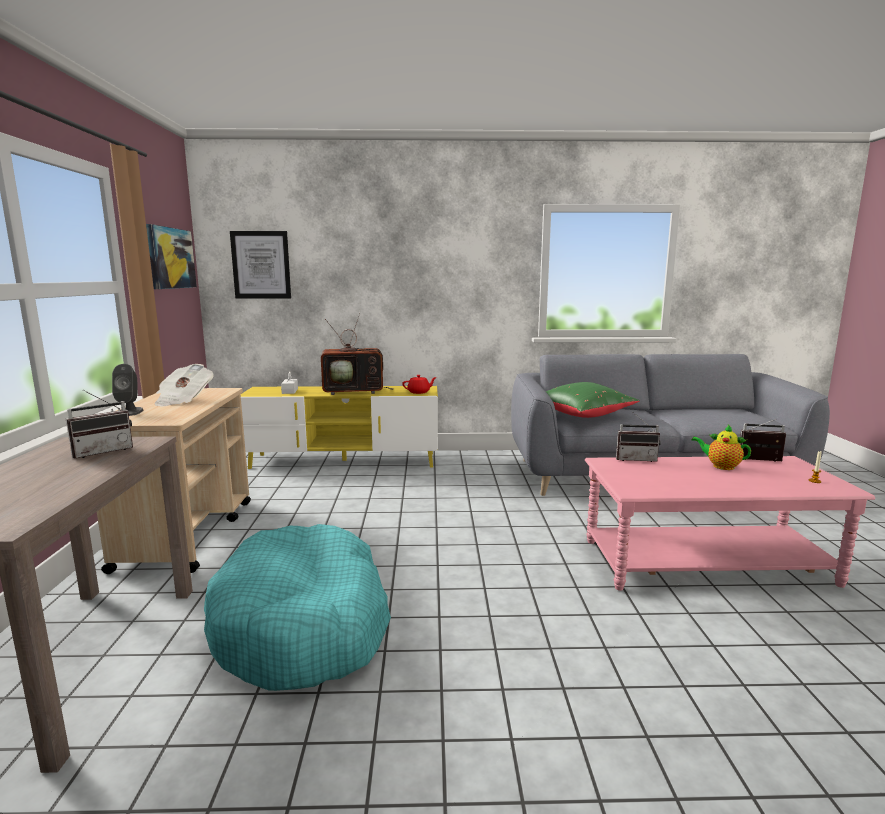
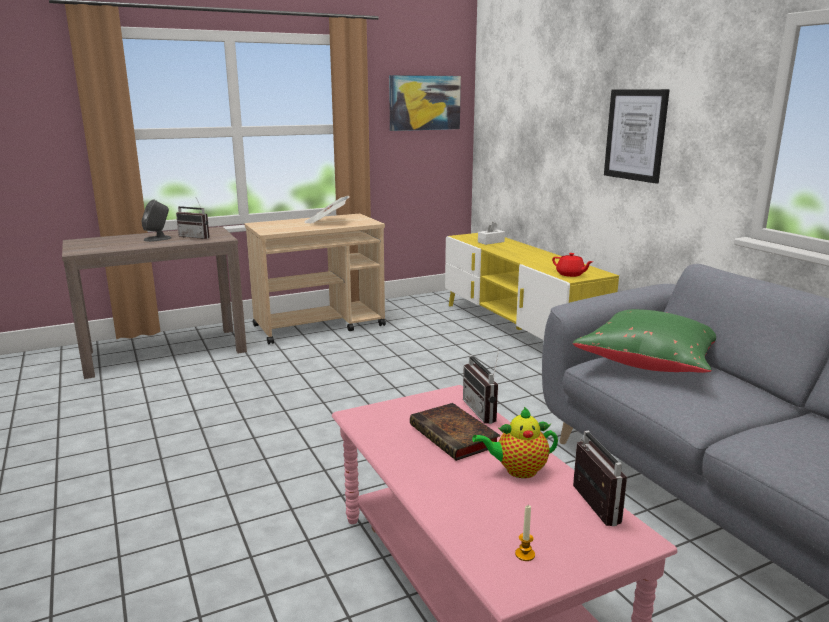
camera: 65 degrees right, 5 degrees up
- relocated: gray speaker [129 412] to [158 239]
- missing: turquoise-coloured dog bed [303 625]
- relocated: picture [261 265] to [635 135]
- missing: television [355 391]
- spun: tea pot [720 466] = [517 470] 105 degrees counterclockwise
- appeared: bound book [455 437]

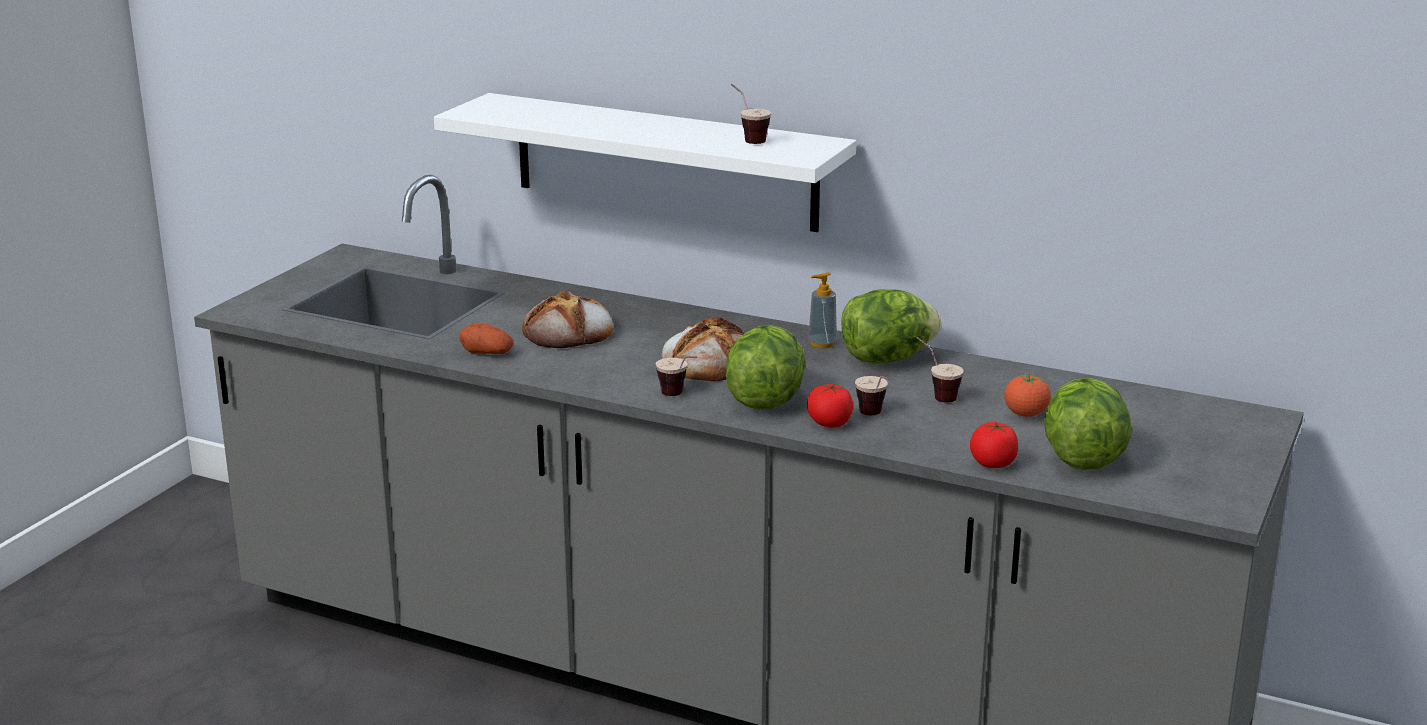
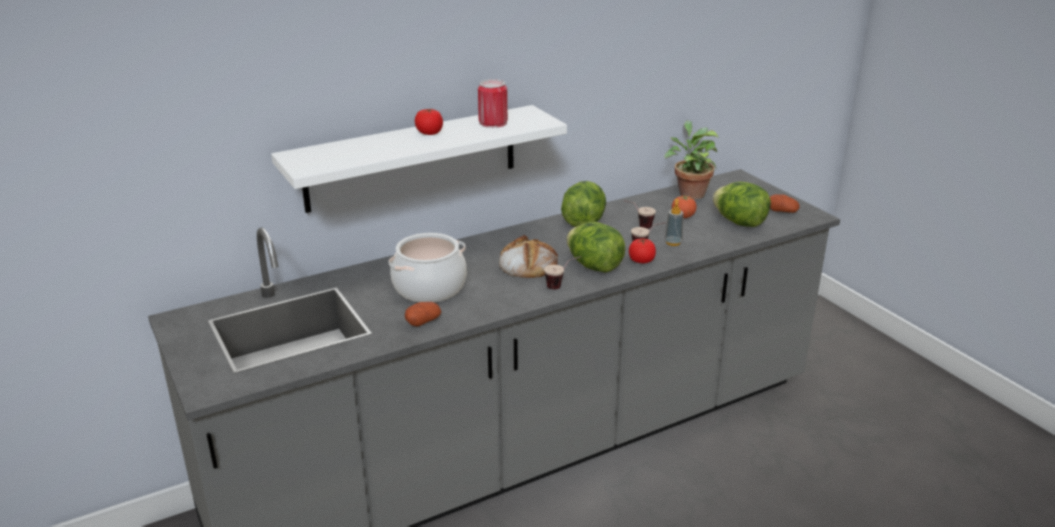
camera: 55 degrees left, 5 degrees up
- exchanged: bread [569 332] to stockpot [429 287]
- exchanged: drinking cup [747 139] to can [493 123]
- relocated: liquid soap bottle [822 344] to [673 242]
- relocated: tomato [993 463] to [429 133]
- appeared: potted plant [689 193]
- appeared: spud [782 211]

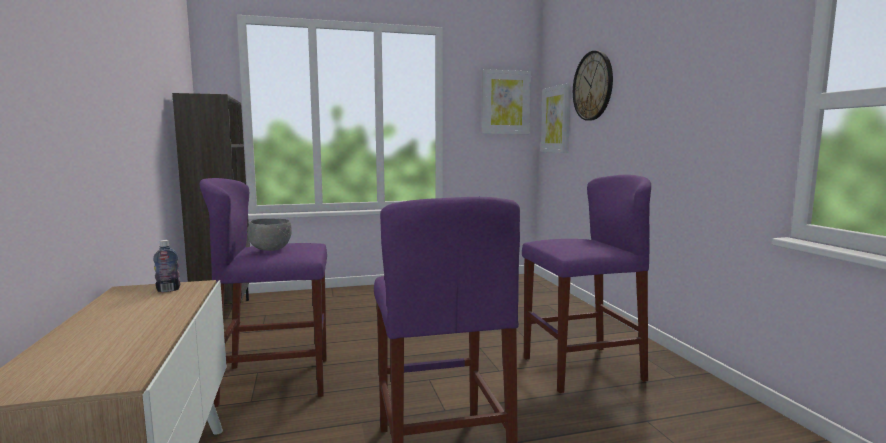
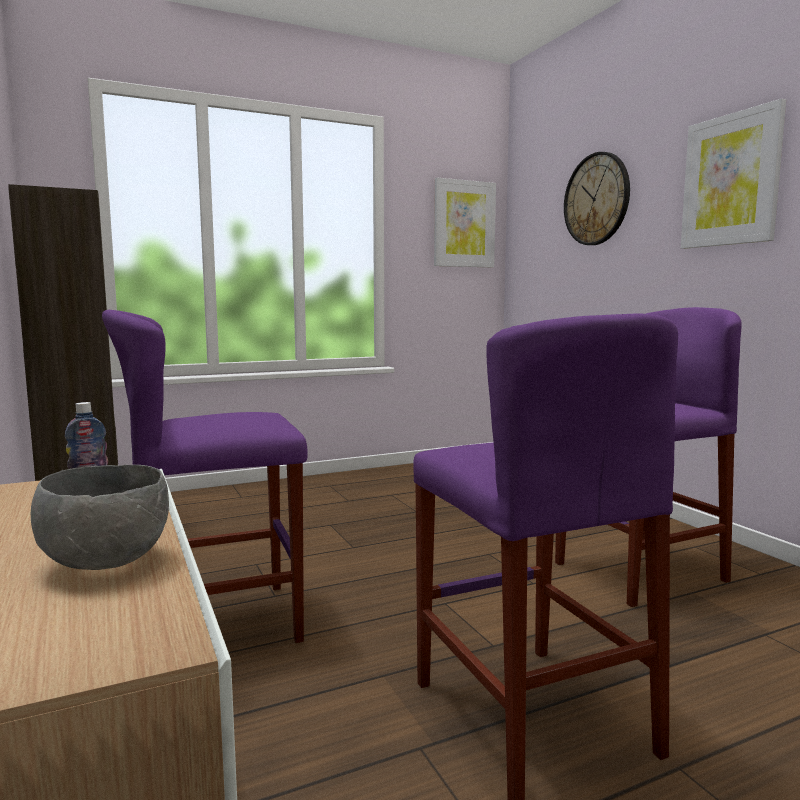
camera: 10 degrees left, 0 degrees up
- relocated: gray serving bowl [271 250] to [108 561]
- relocated: picture [556 119] to [731 180]

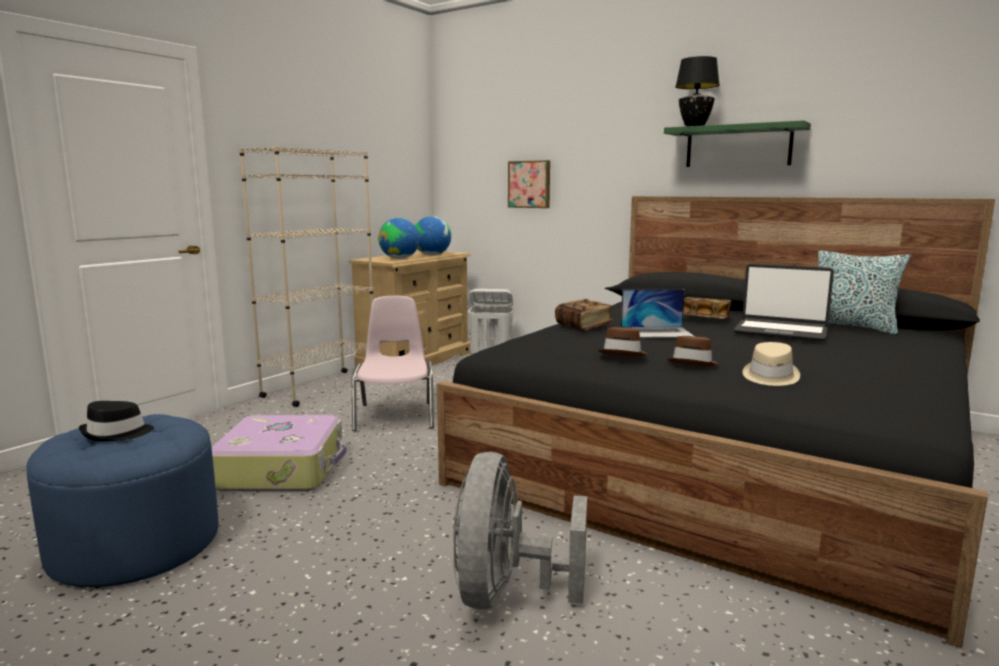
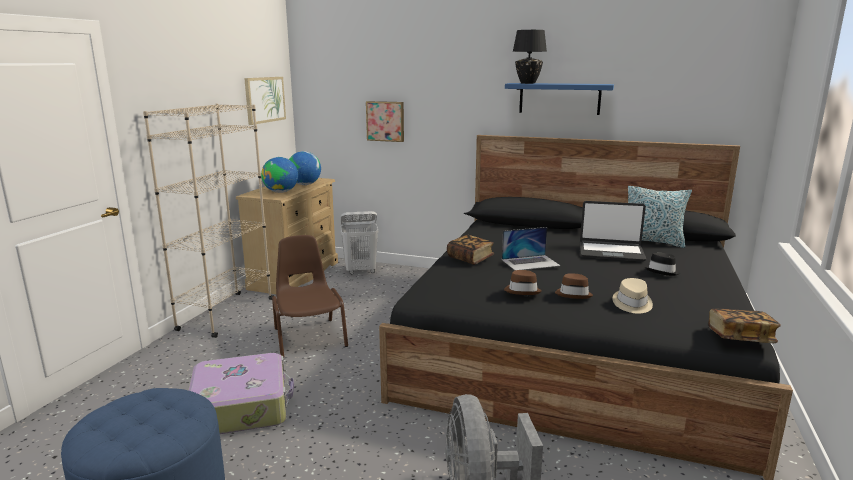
camera: 15 degrees left, 5 degrees up
- relocated: black-coloured clothing hat [117 433] to [662 271]
- colour: pinkish upright chair [395 415] to brownish upright chair [309 337]
- colour: green-coloured bracket shelf [738 146] to bluish bracket shelf [559 98]
- relocated: bound book [705 320] to [740 337]
- appeared: picture [264 99]

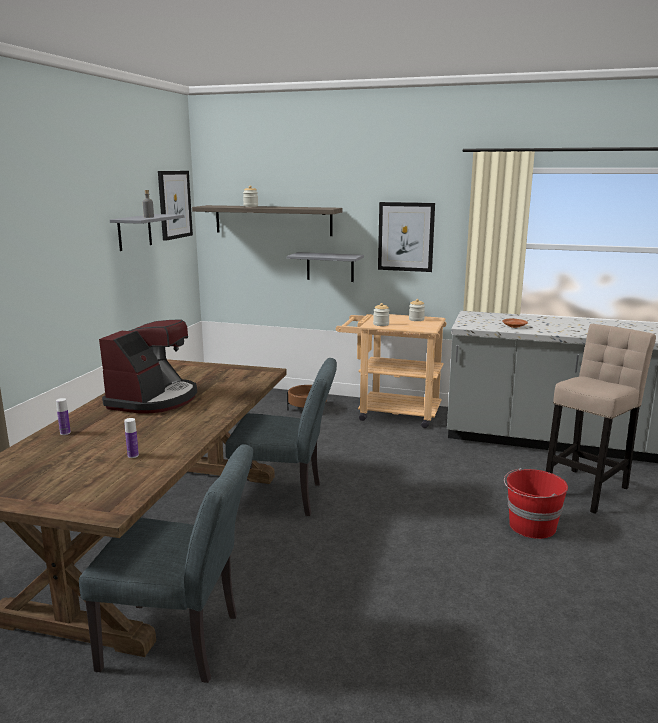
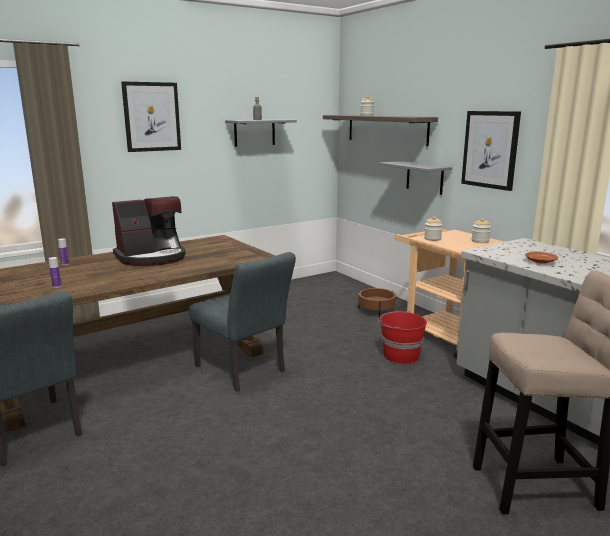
camera: 40 degrees right, 0 degrees up
- relocated: picture [174 204] to [152 117]
- relocated: red-coloured water bucket [531 526] to [400 355]

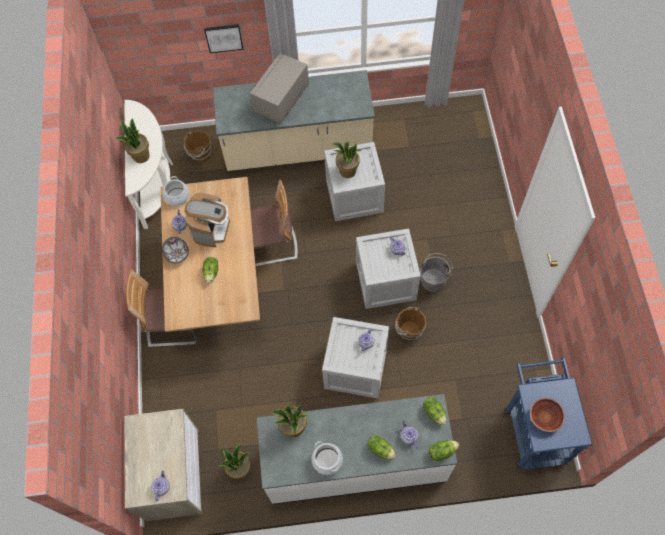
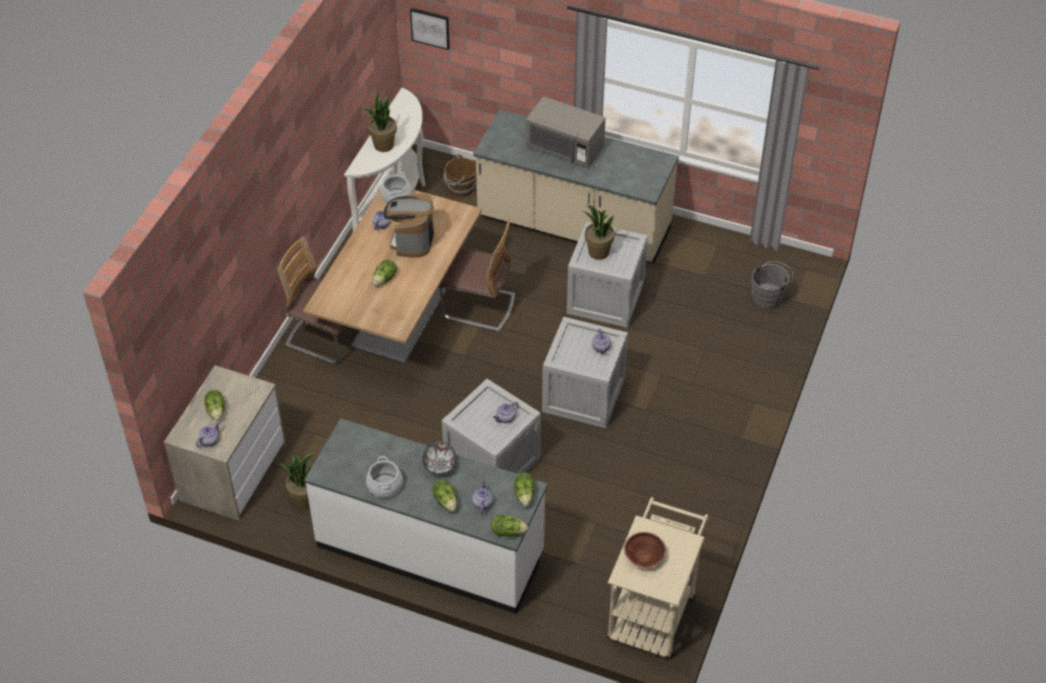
camera: 25 degrees right, 15 degrees down
- relocated: serving bowl [177 254] to [440 465]
- spun: coffee maker [211 229] = [411 240] 150 degrees clockwise
- relocated: picture [224 37] to [430 27]
- spun: gray microwave [281 99] = [565 148] 120 degrees counterclockwise
- missing: potted plant [293 428]
- missing: brownish water bucket [409 330]
- relocated: gray water bucket [433 280] to [769 297]
- colour: bluish cart [534 428] to beige-coloured cart [654 610]
- appeared: lettuce [216 411]

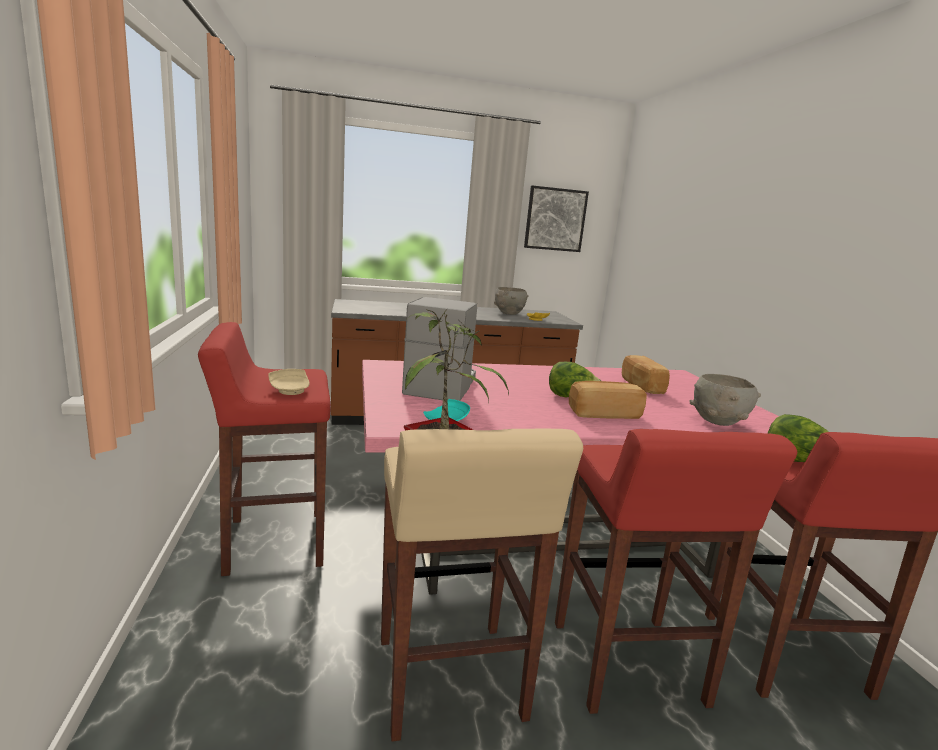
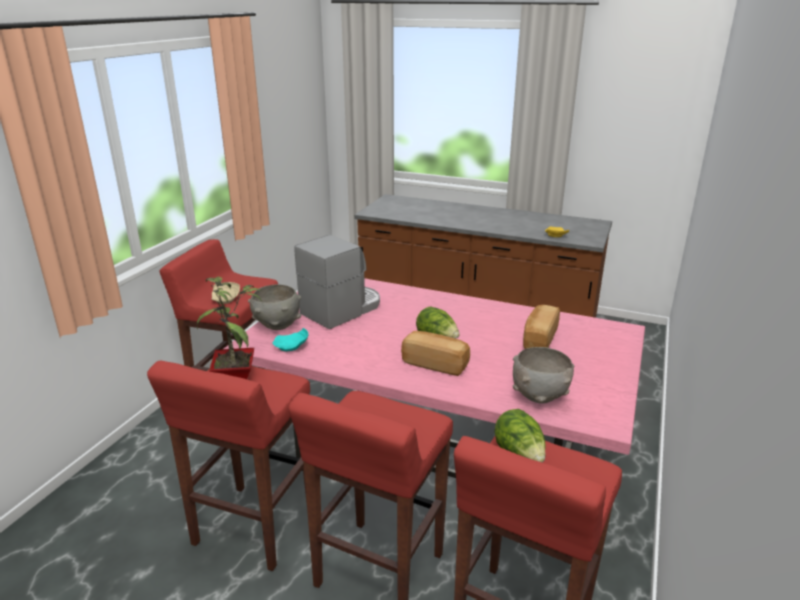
camera: 35 degrees right, 10 degrees up
- colour: beige-coloured sitting stool [449 680] to red-coloured sitting stool [253 527]
- relocated: gray serving bowl [509 313] to [277 326]
- missing: picture [555 219]

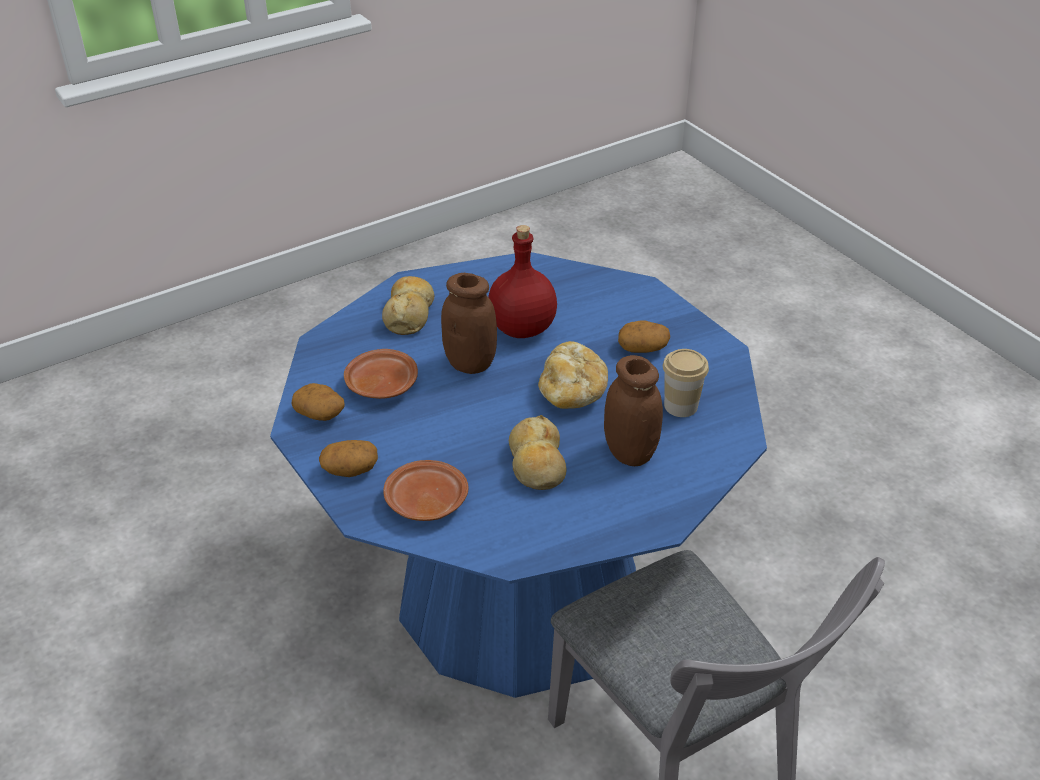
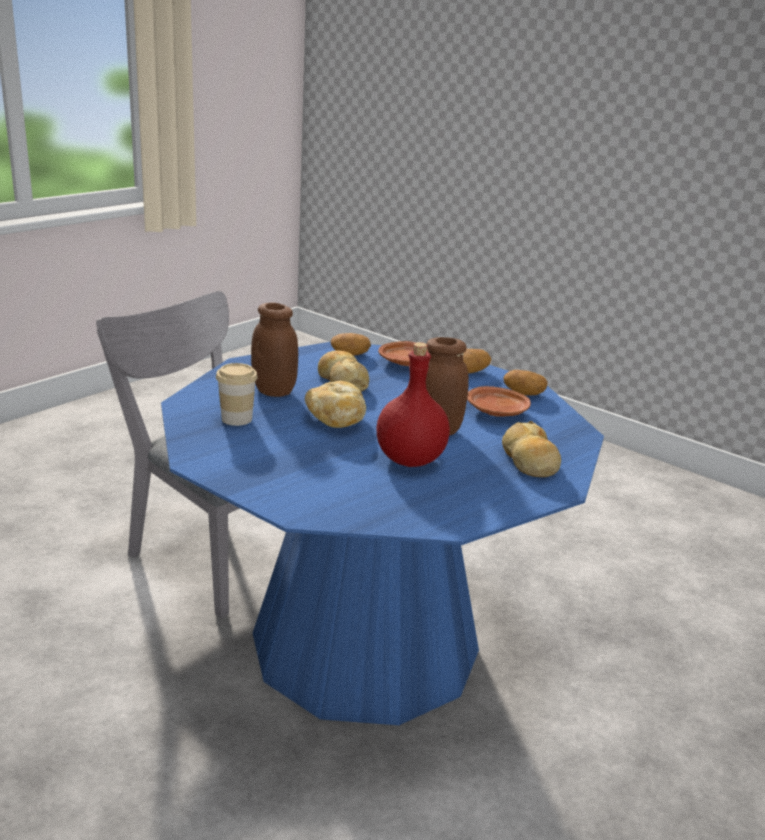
camera: 160 degrees right, 15 degrees down
- relocated: spud [643 347] to [350 354]

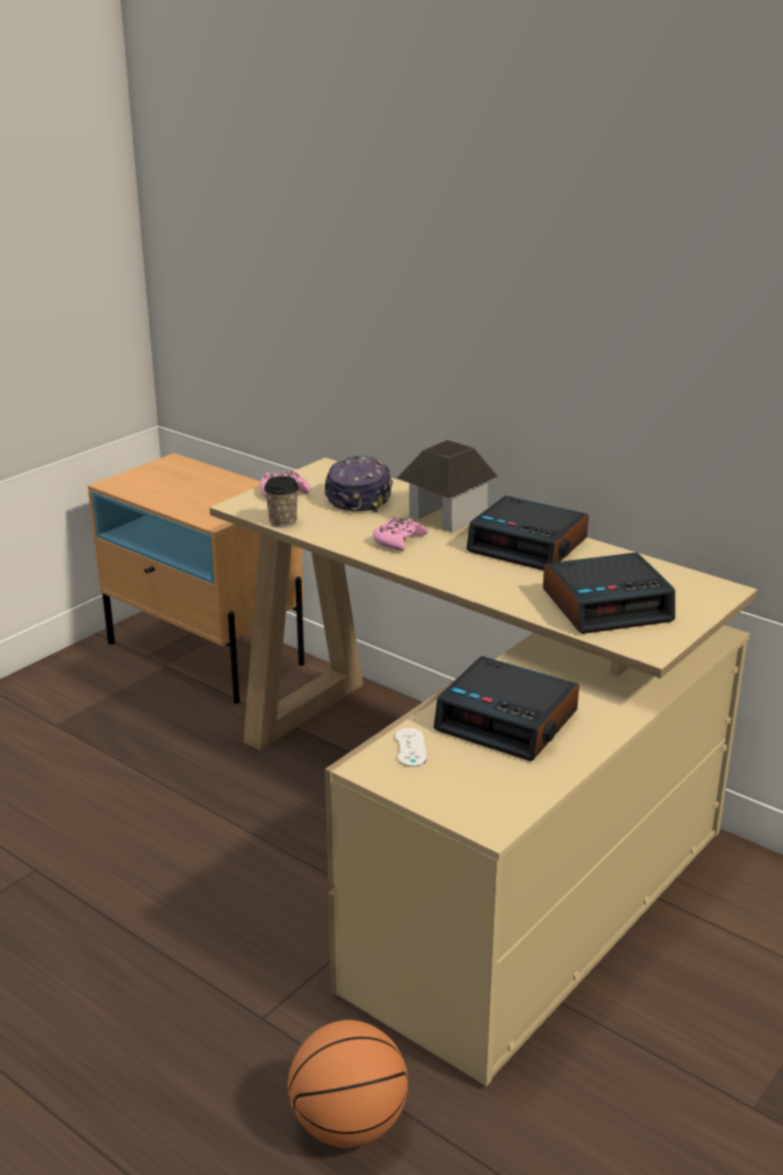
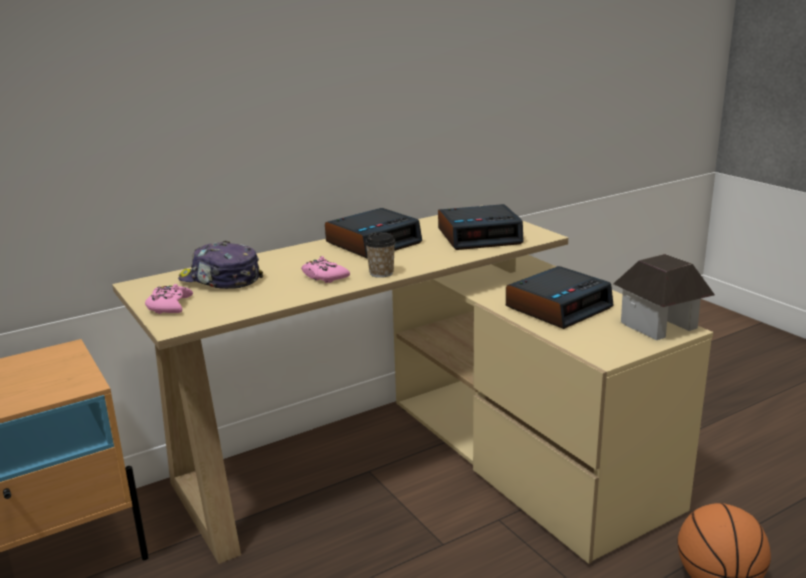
camera: 70 degrees left, 5 degrees down
- relocated: drinking cup [282 522] to [381 273]
- missing: whitish game controller [410 748]
- relocated: toy house [446 516] to [659 325]
- spun: table clock [607 605] = [480 236] 75 degrees clockwise

